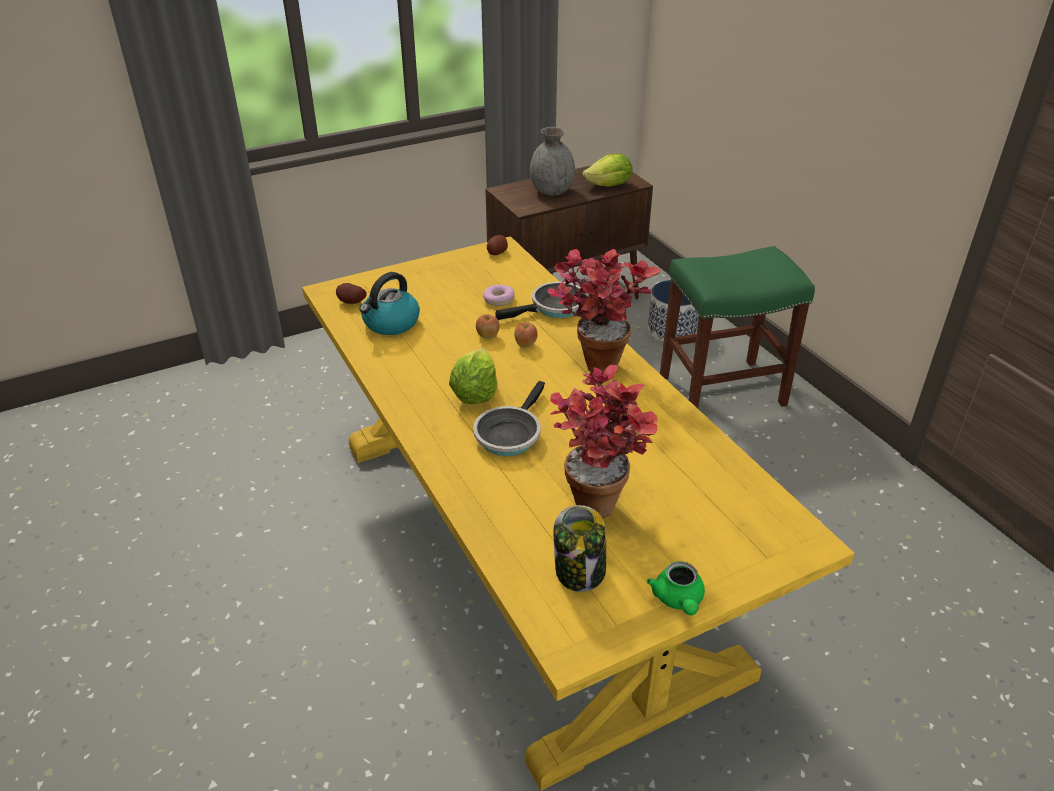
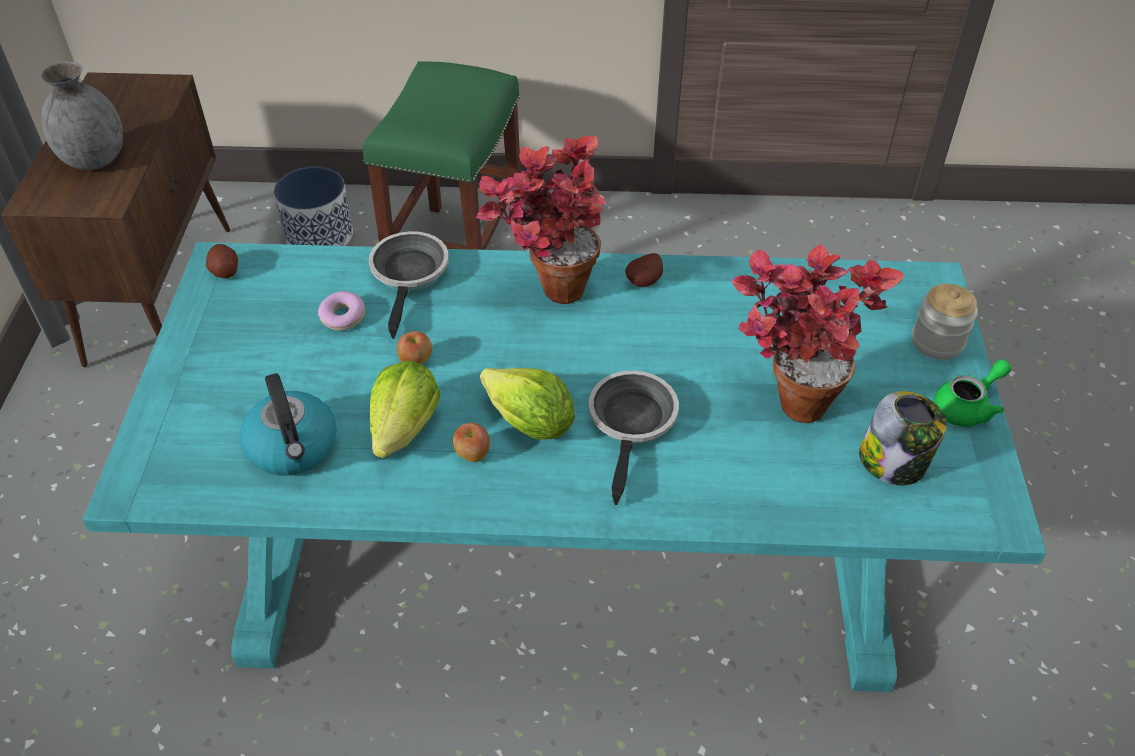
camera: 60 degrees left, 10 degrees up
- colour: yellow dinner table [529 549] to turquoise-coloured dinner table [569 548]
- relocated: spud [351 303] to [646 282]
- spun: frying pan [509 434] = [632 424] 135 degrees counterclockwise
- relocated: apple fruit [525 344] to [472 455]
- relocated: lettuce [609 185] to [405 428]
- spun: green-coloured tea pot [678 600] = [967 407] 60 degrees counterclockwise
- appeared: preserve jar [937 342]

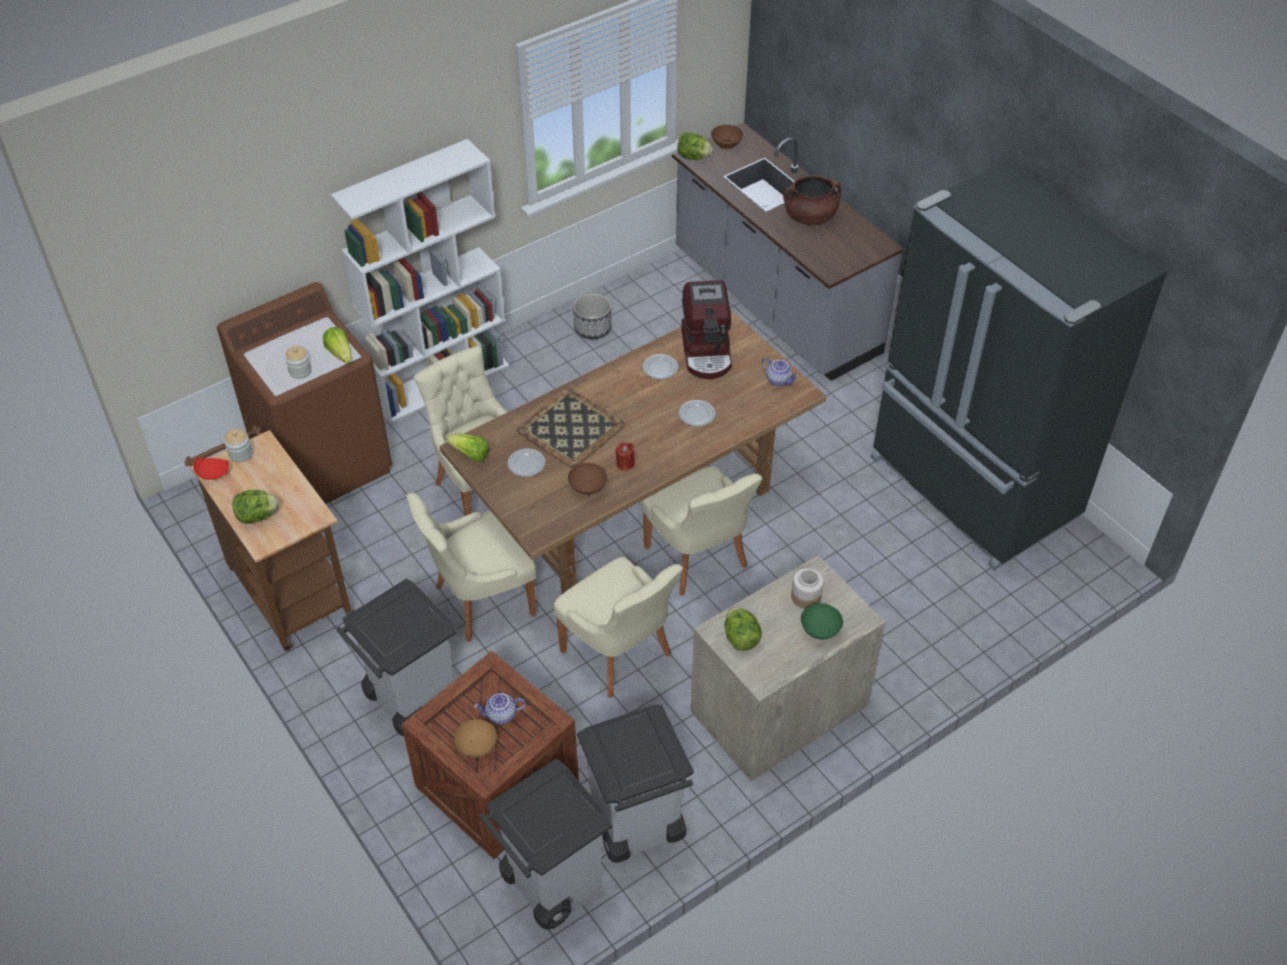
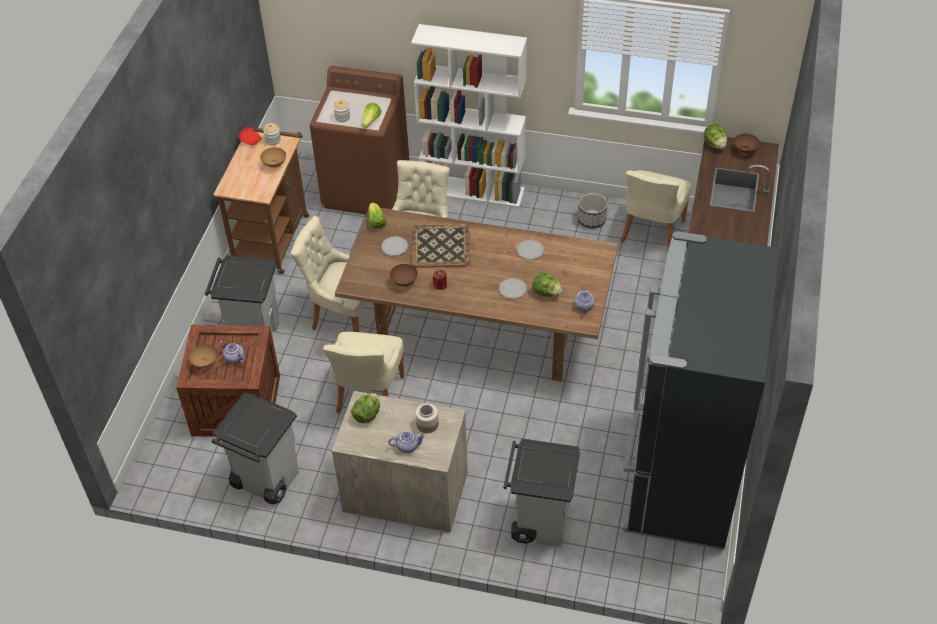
camera: 50 degrees right, 0 degrees up
- relocated: lettuce [257 516] to [546 293]
- relocated: gray trash can [550 883] to [540 521]
- relocated: beige-coloured upright chair [698 559] to [651 233]
- missing: coffee maker [707 351]
- missing: brownish stockpot [810 217]
- exchanged: green-coloured serving bowl [819 632] to tea pot [407 446]
- appeared: brownish serving bowl [275 165]

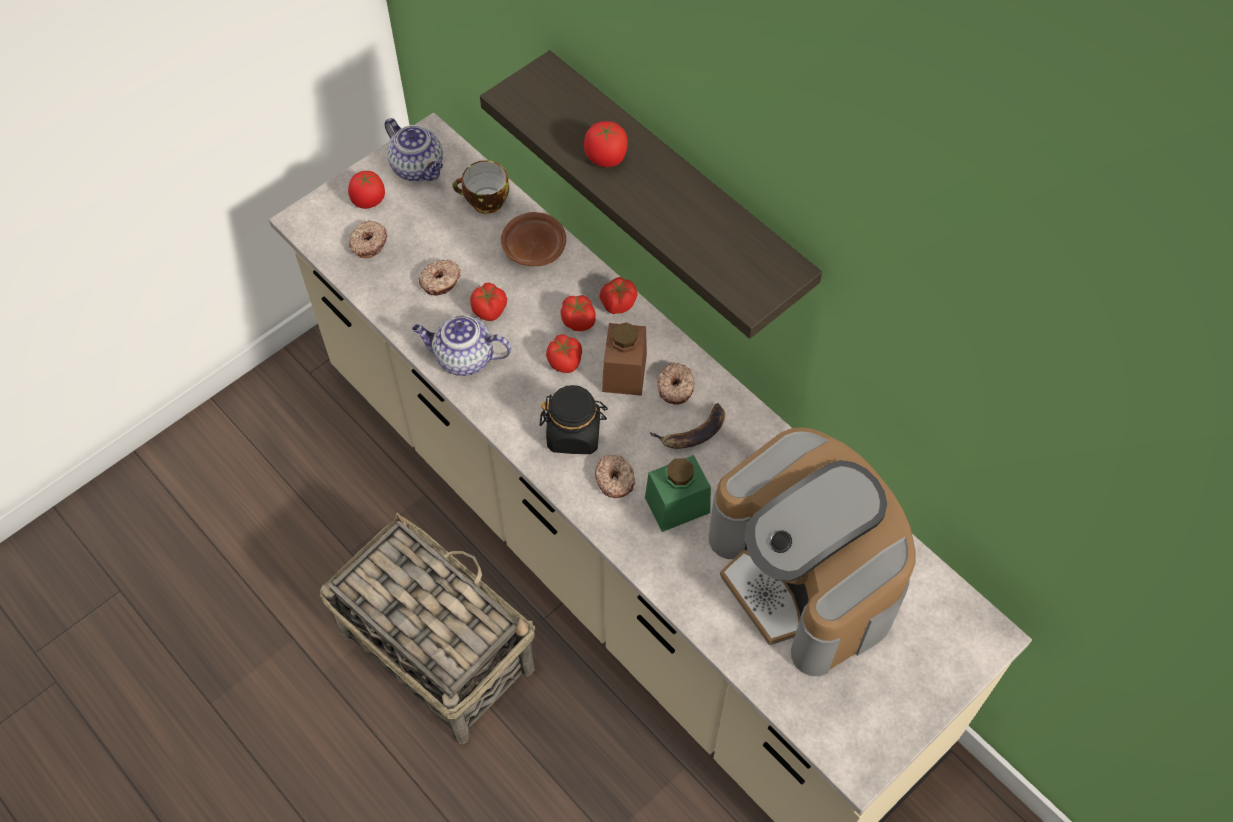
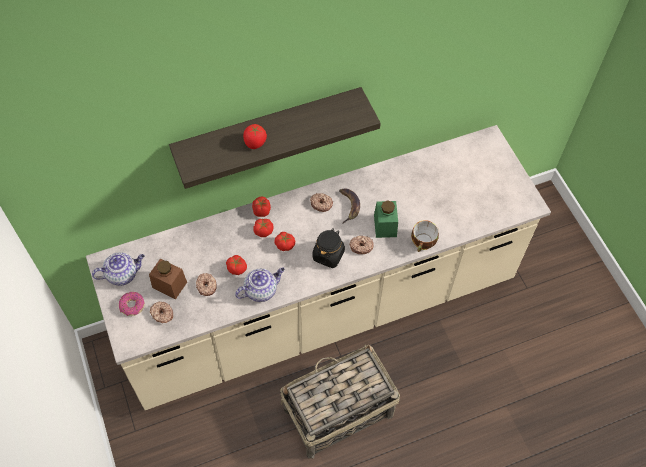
camera: 70 degrees left, 0 degrees up
- exchanged: tomato [368 201] to donut [132 306]
- spun: tea pot [463 358] = [261 290] 150 degrees counterclockwise
- relocated: drinking cup [484 202] to [423 243]
- missing: brownish plate [533 246]
- relocated: brownish preserve jar [624 372] to [169 285]
- missing: coffee maker [805 576]

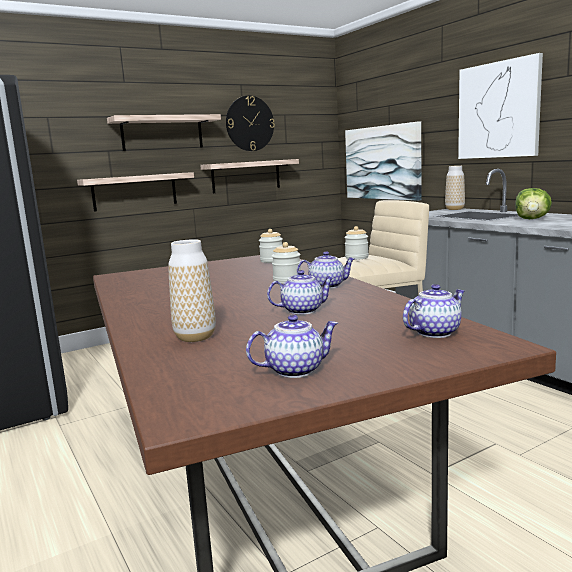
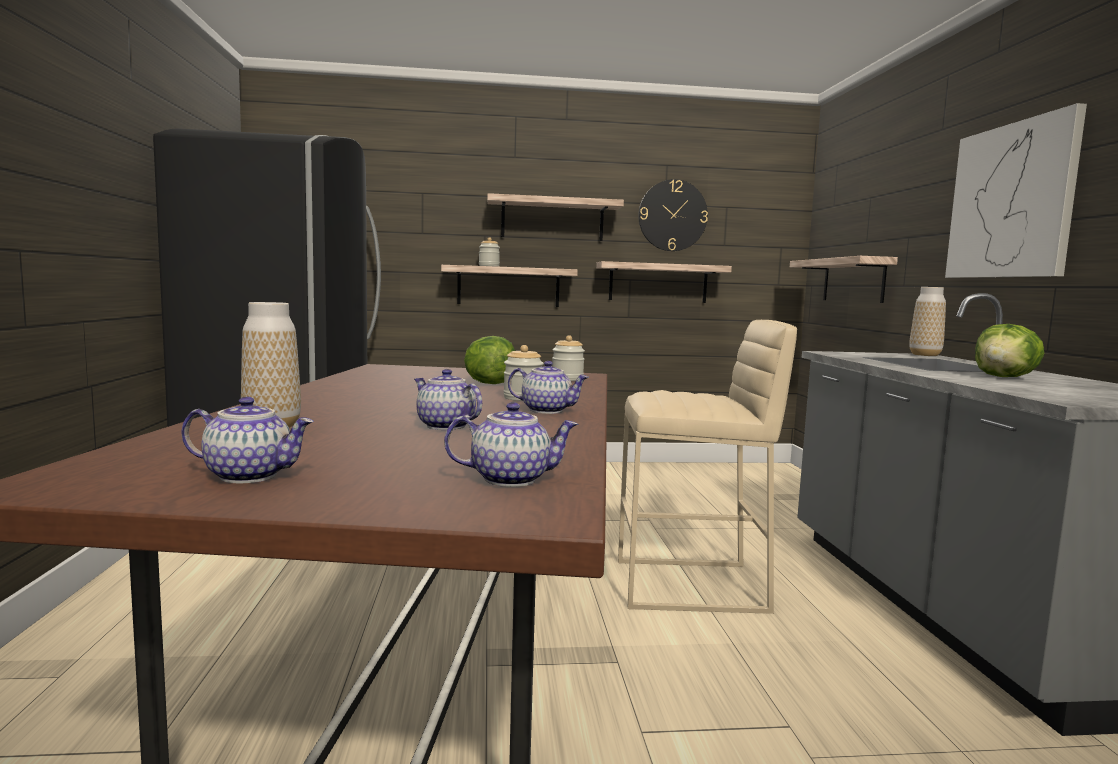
camera: 25 degrees right, 5 degrees down
- spun: tea pot [302 310] = [444 426] 150 degrees counterclockwise
- relocated: preserve jar [356 257] to [489 266]
- exchanged: picture [382 162] to bracket shelf [853 280]
- appeared: lettuce [489 383]

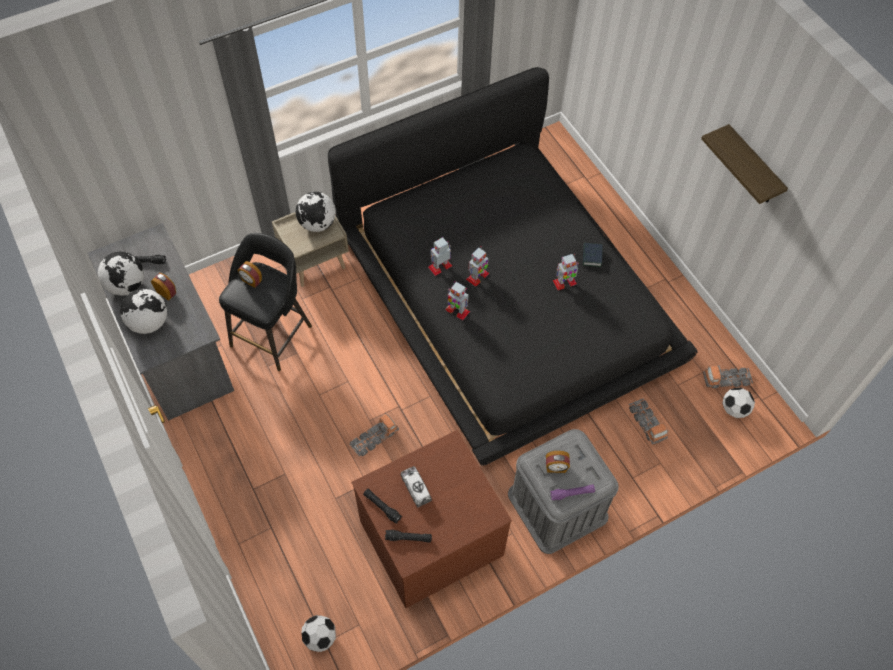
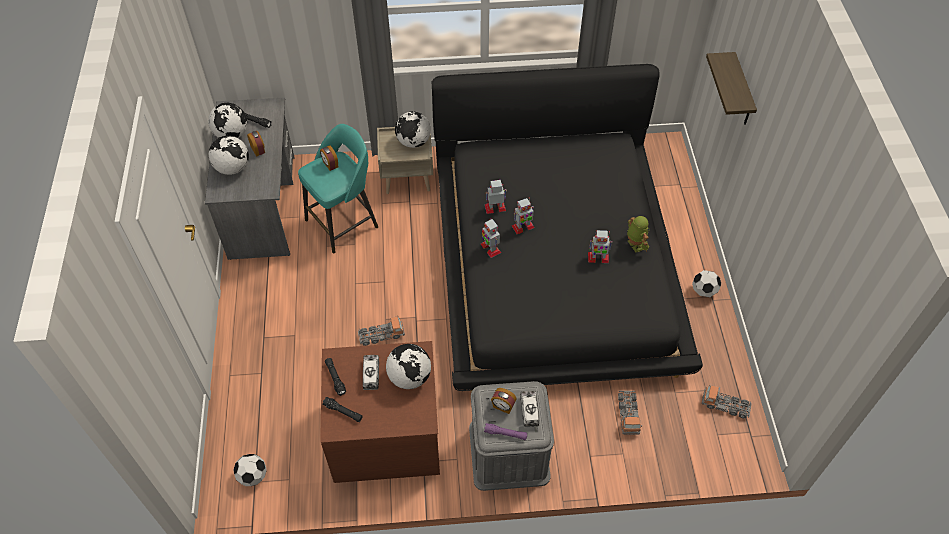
camera: 25 degrees right, 5 degrees down
- colour: black-coloured sitting stool [273 334] to turquoise-coloured sitting stool [344 222]
- exchanged: bound book [591 256] to robot figure [635 245]
- relocated: bracket shelf [752 167] to [742 92]
- relocated: football [734 409] to [703 291]
- appeared: globe [409 377]
- appeared: toy truck [529 411]

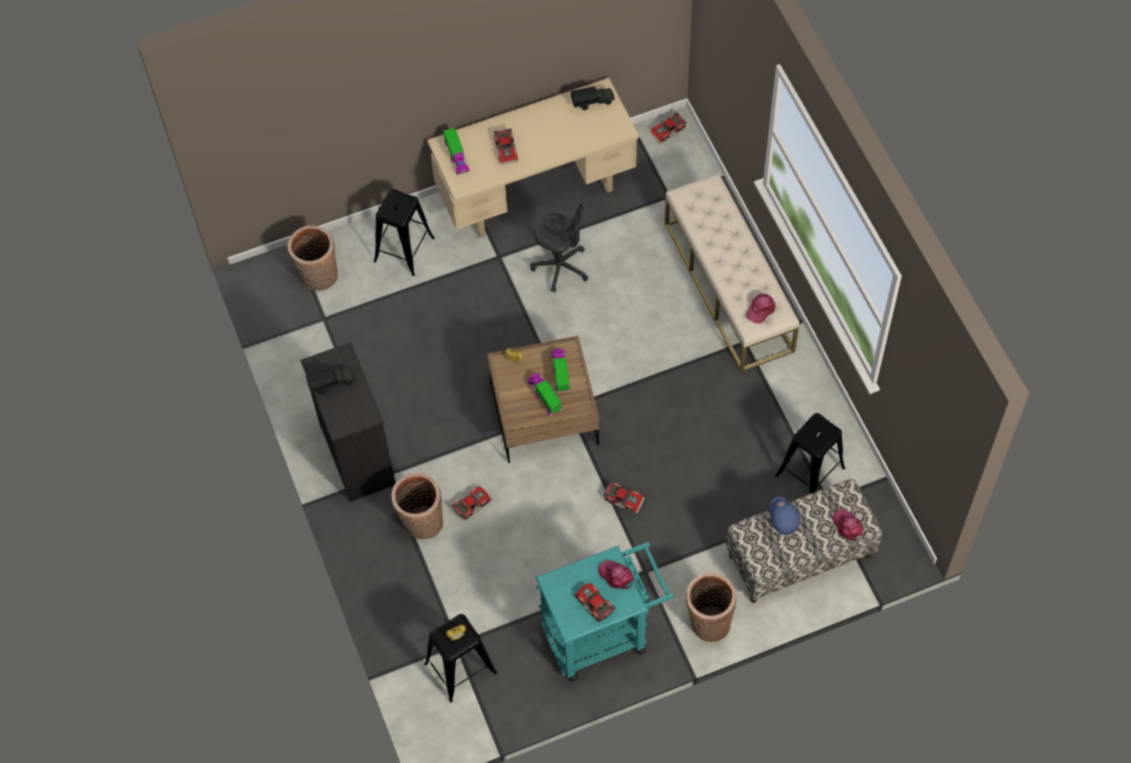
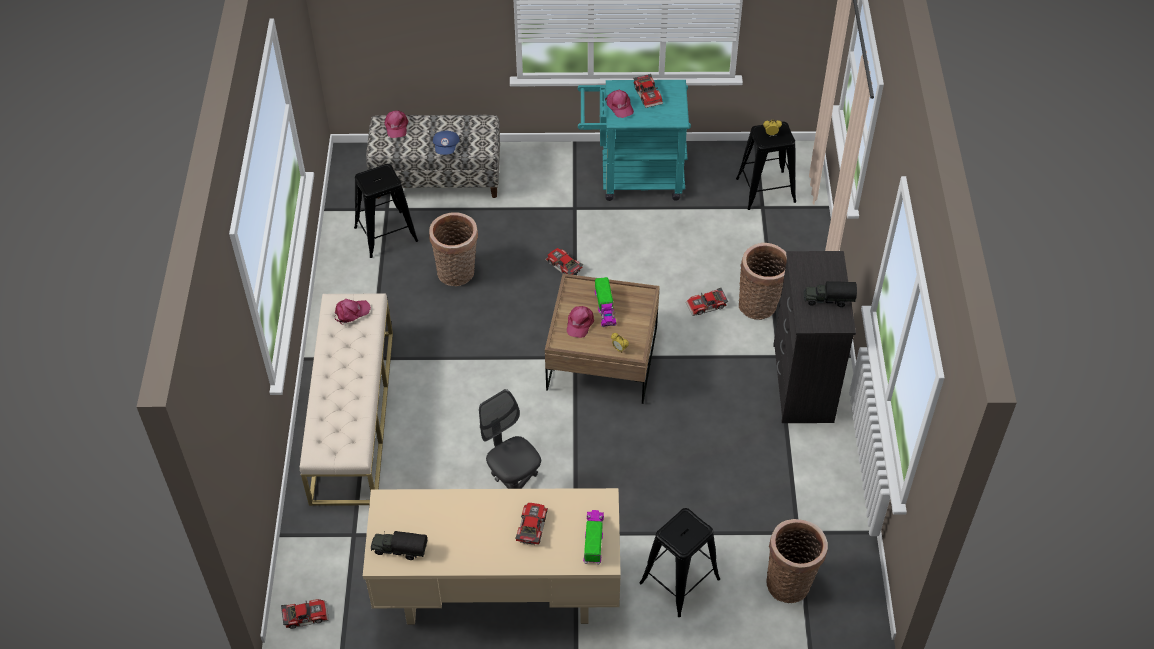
camera: 160 degrees left, 10 degrees down
- exchanged: toy truck [560 373] to pinkish peaked cap [579 323]
- relocated: household basket [708 622] to [457 274]

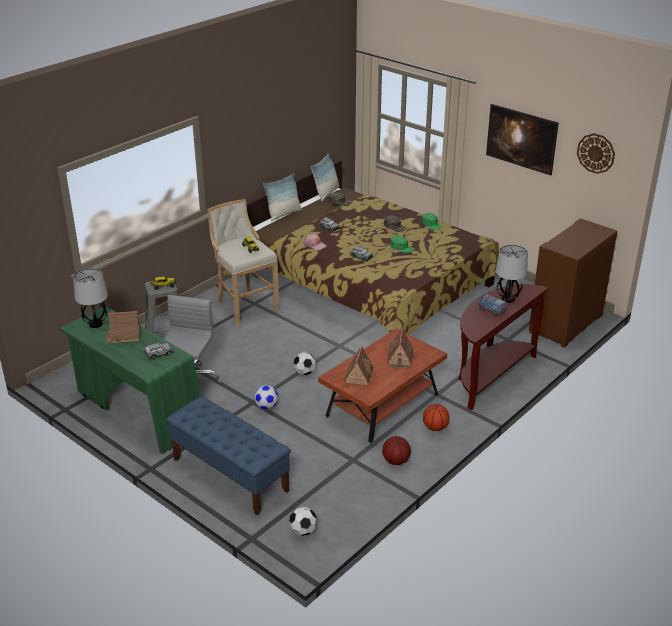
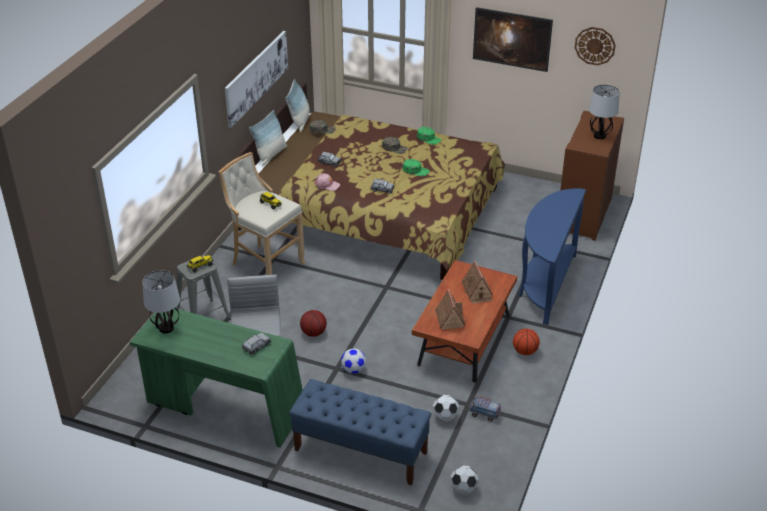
camera: 20 degrees left, 5 degrees up
- missing: toy house [123 336]
- relocated: football [304 372] to [445 417]
- relocated: basketball ball [396 461] to [313 332]
- colour: brownish console table [490 375] to bluish console table [545 285]
- relocated: toy truck [491 311] to [484 414]
- relocated: lamp for a table [508 299] to [600 136]
- appeared: picture [256 77]

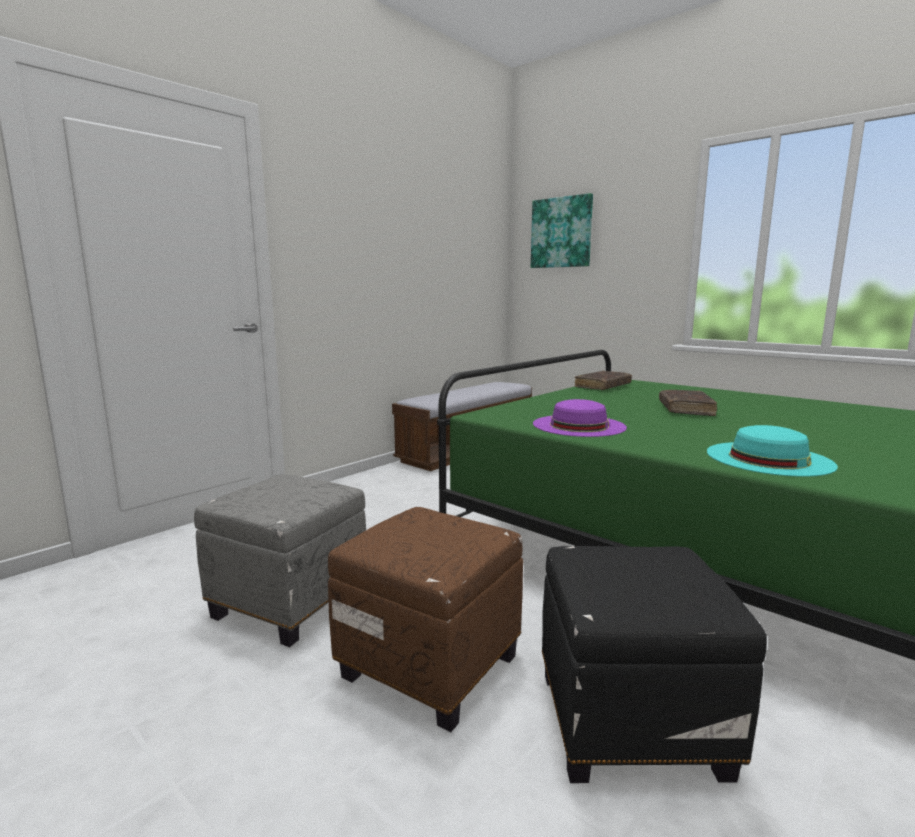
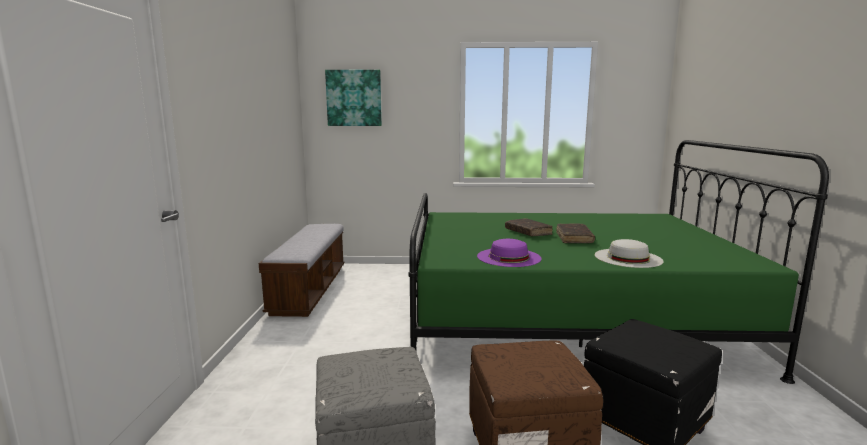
camera: 40 degrees left, 0 degrees up
- relocated: brownish bound book [602 386] to [574 238]
- colour: turquoise-coloured clothing hat [769 458] to whitish clothing hat [628 258]

